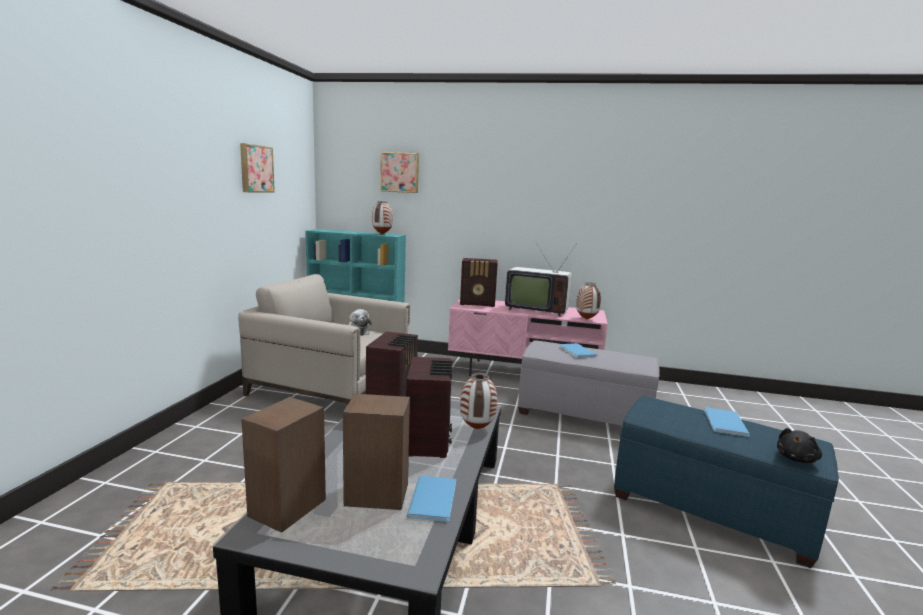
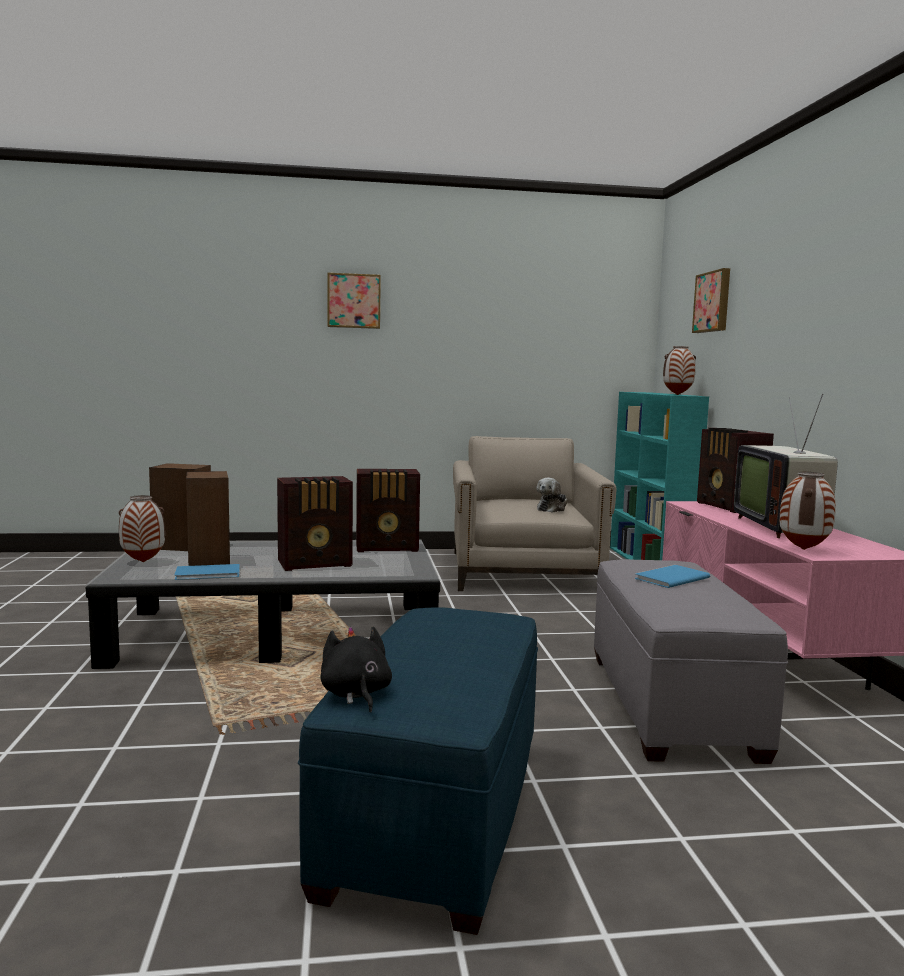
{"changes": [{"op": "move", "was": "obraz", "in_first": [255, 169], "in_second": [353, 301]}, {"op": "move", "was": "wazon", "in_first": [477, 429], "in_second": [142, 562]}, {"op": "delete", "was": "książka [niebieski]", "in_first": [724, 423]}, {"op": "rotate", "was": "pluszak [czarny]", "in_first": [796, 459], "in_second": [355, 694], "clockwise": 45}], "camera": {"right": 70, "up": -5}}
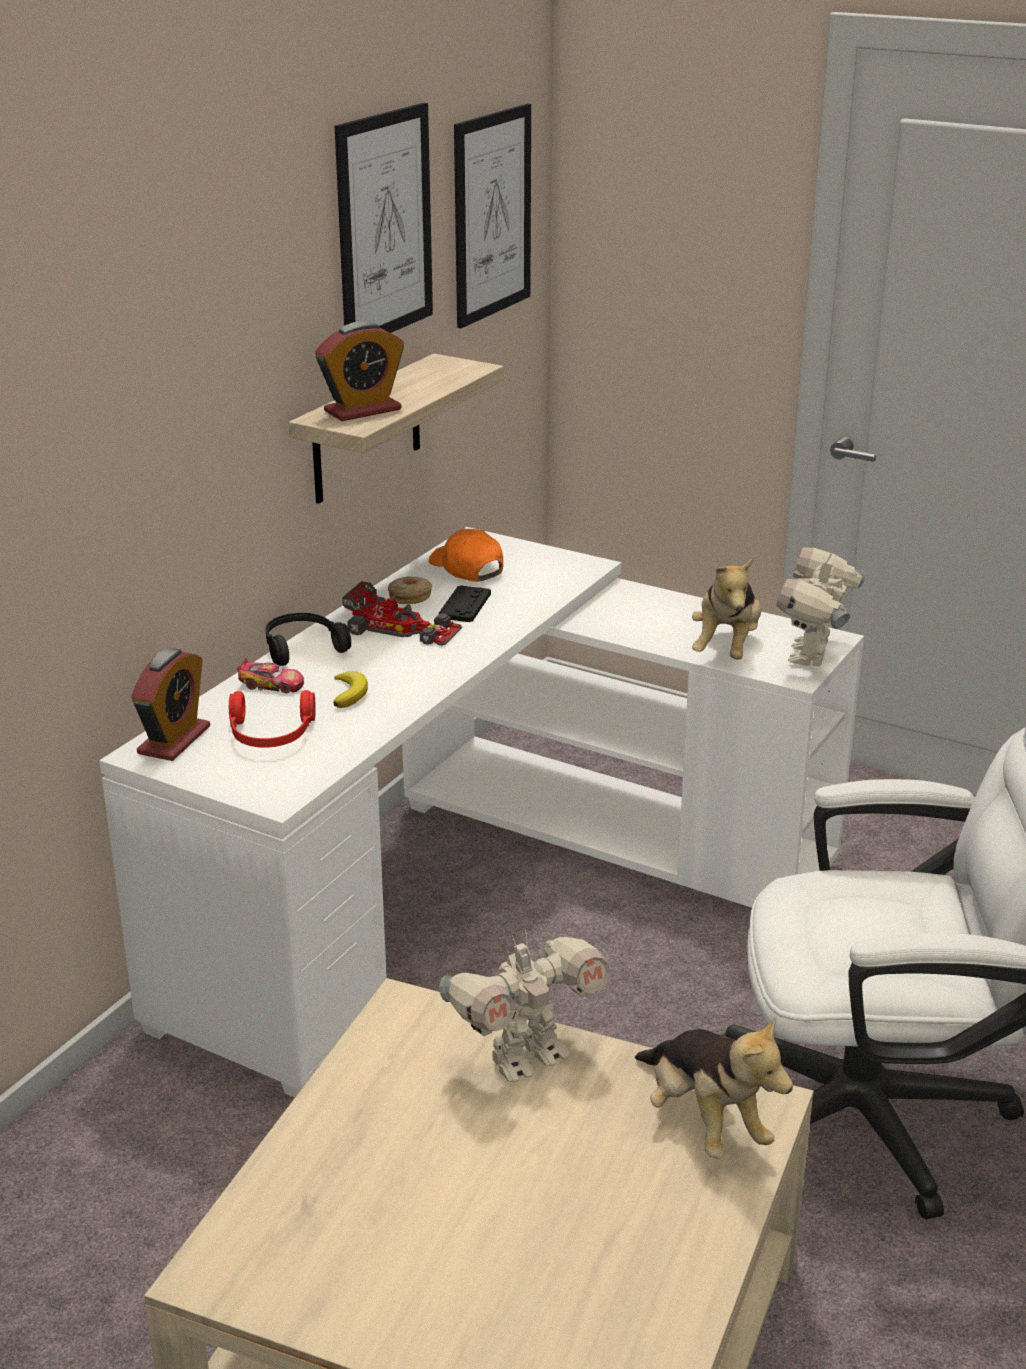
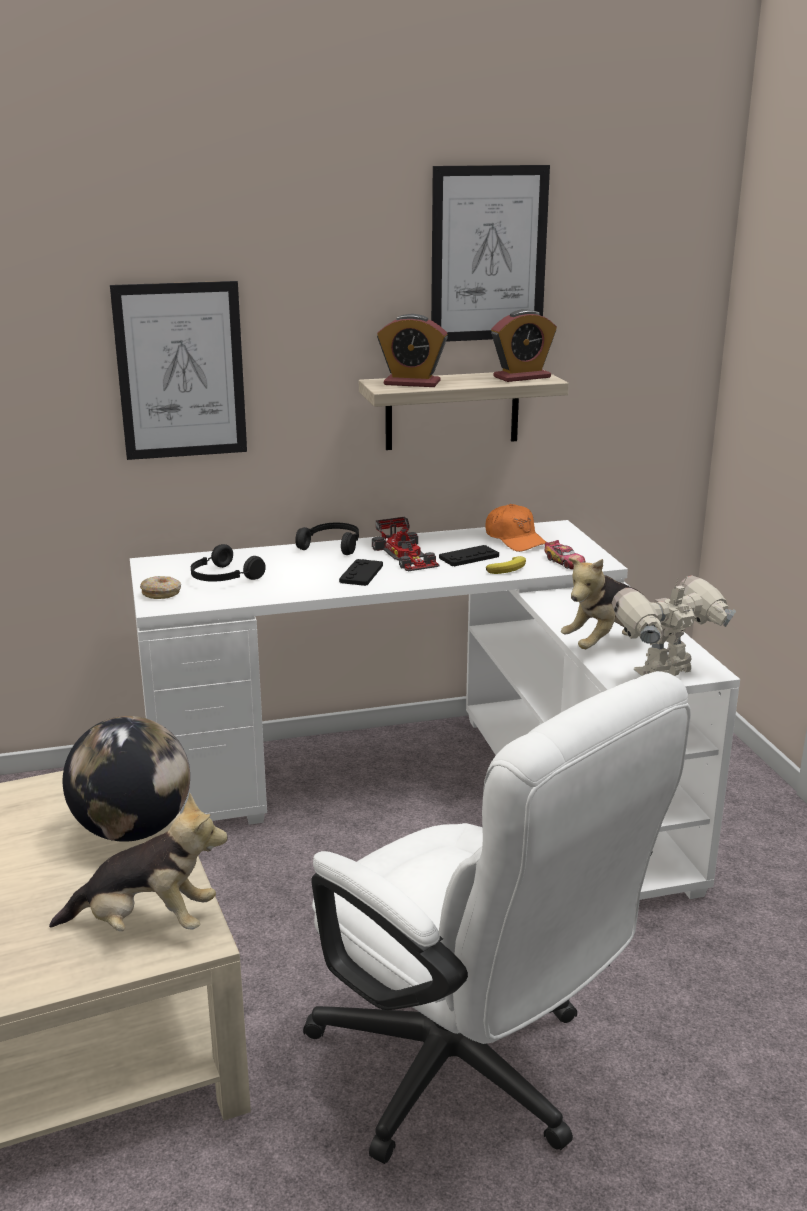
{"changes": [{"op": "move", "was": "obraz", "in_first": [492, 215], "in_second": [181, 371]}, {"op": "rotate", "was": "czapka z daszkiem [pomarańczowy]", "in_first": [466, 568], "in_second": [515, 540], "clockwise": 135}, {"op": "move", "was": "donut", "in_first": [410, 597], "in_second": [161, 593]}, {"op": "move", "was": "budzik", "in_first": [174, 740], "in_second": [522, 377]}, {"op": "move", "was": "samochodzik", "in_first": [272, 685], "in_second": [565, 562]}, {"op": "move", "was": "banan", "in_first": [349, 693], "in_second": [508, 568]}, {"op": "recolor", "was": "słuchawki [czerwony]", "now": "słuchawki [czarny]", "in_first": [270, 735], "in_second": [223, 578]}, {"op": "replace", "was": "robot zabawkowy", "now": "globus", "in_first": [525, 1057], "in_second": [133, 830]}, {"op": "rotate", "was": "pluszak", "in_first": [704, 1121], "in_second": [146, 924], "clockwise": -105}, {"op": "insert", "now": "pad do gier [czarny]", "in_second": [361, 574]}], "camera": {"right": 45, "up": -5}}
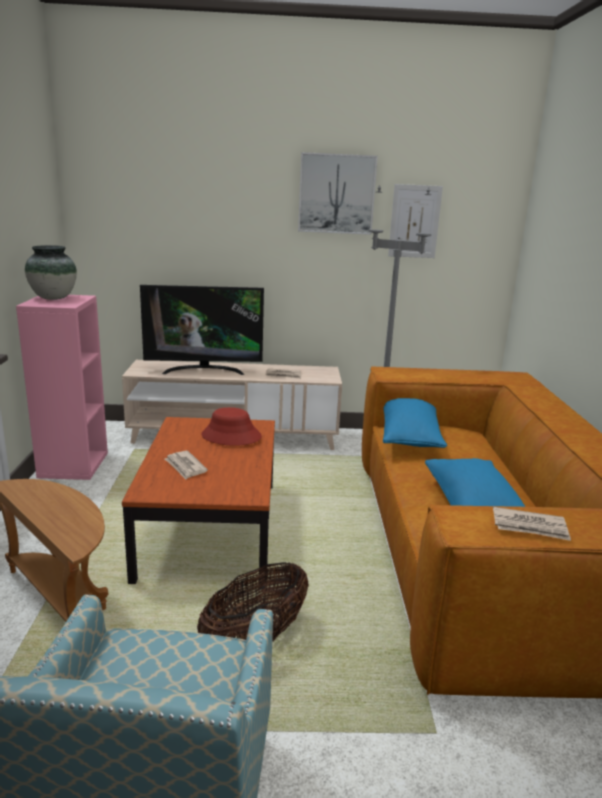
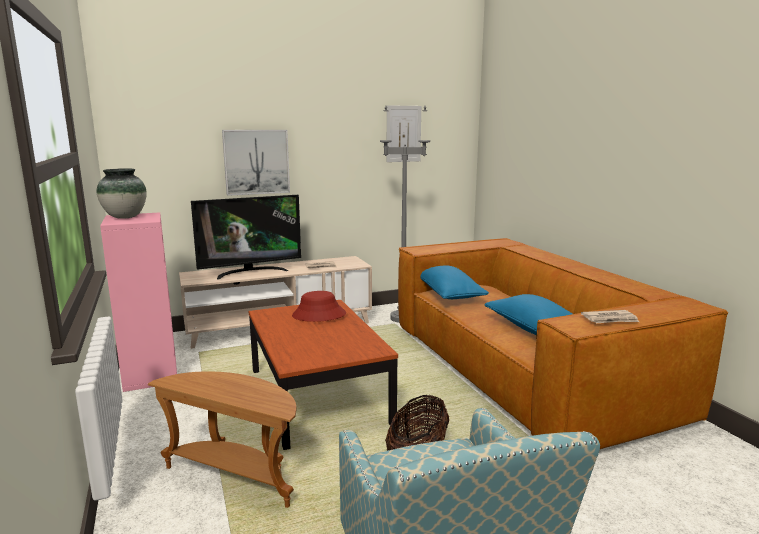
{"changes": [{"op": "move", "was": "obraz", "in_first": [336, 194], "in_second": [256, 162]}, {"op": "delete", "was": "gazeta", "in_first": [185, 467]}], "camera": {"right": -20, "up": -5}}
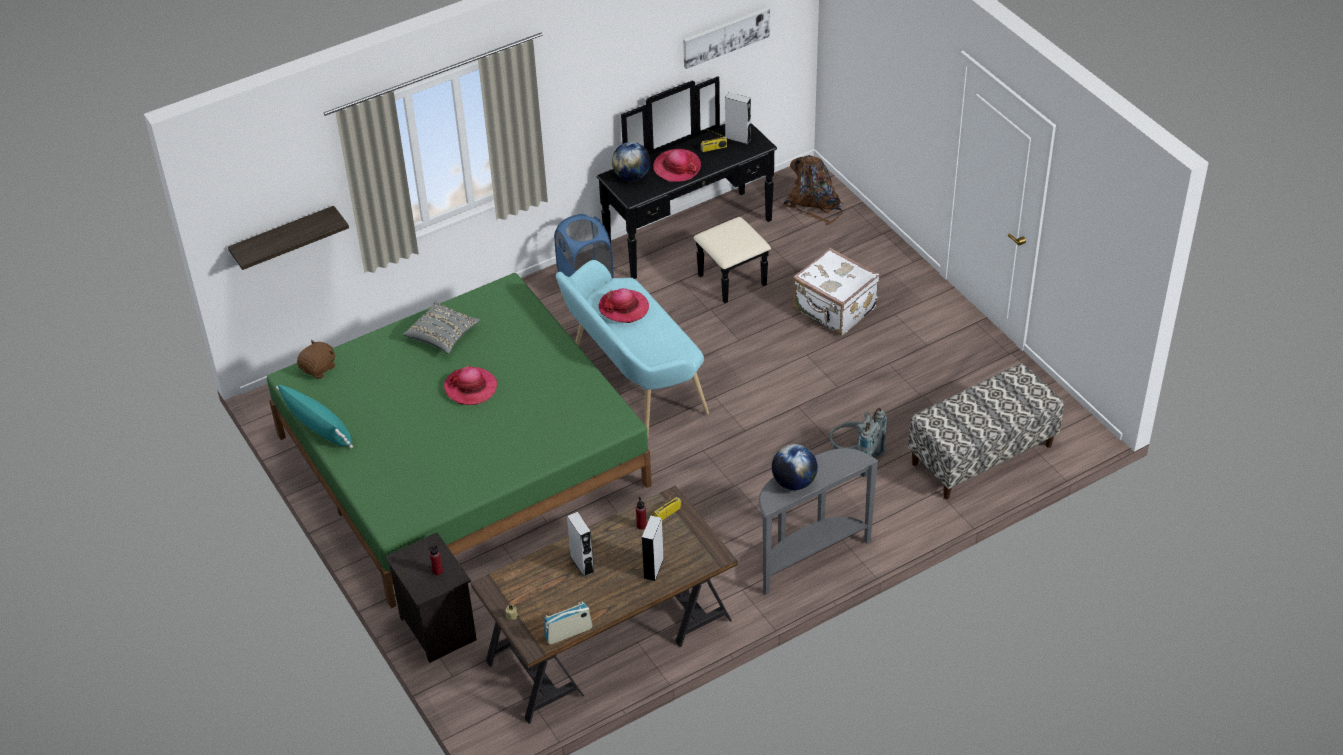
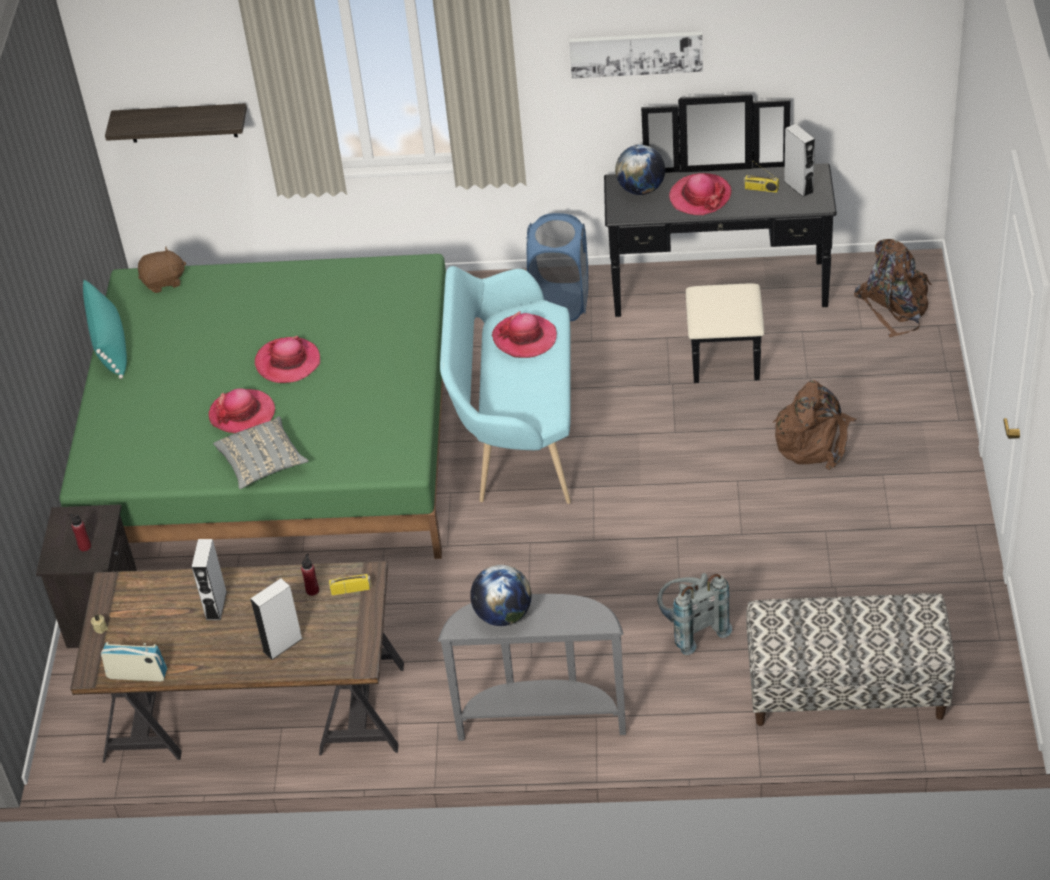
{"changes": [{"op": "move", "was": "obraz", "in_first": [725, 36], "in_second": [636, 53]}, {"op": "replace", "was": "walizka [biały]", "now": "plecak [brązowy]", "in_first": [834, 310], "in_second": [814, 440]}, {"op": "move", "was": "poduszka [szary]", "in_first": [443, 336], "in_second": [262, 463]}, {"op": "insert", "now": "kapelusz", "in_second": [242, 414]}], "camera": {"right": 35, "up": 0}}
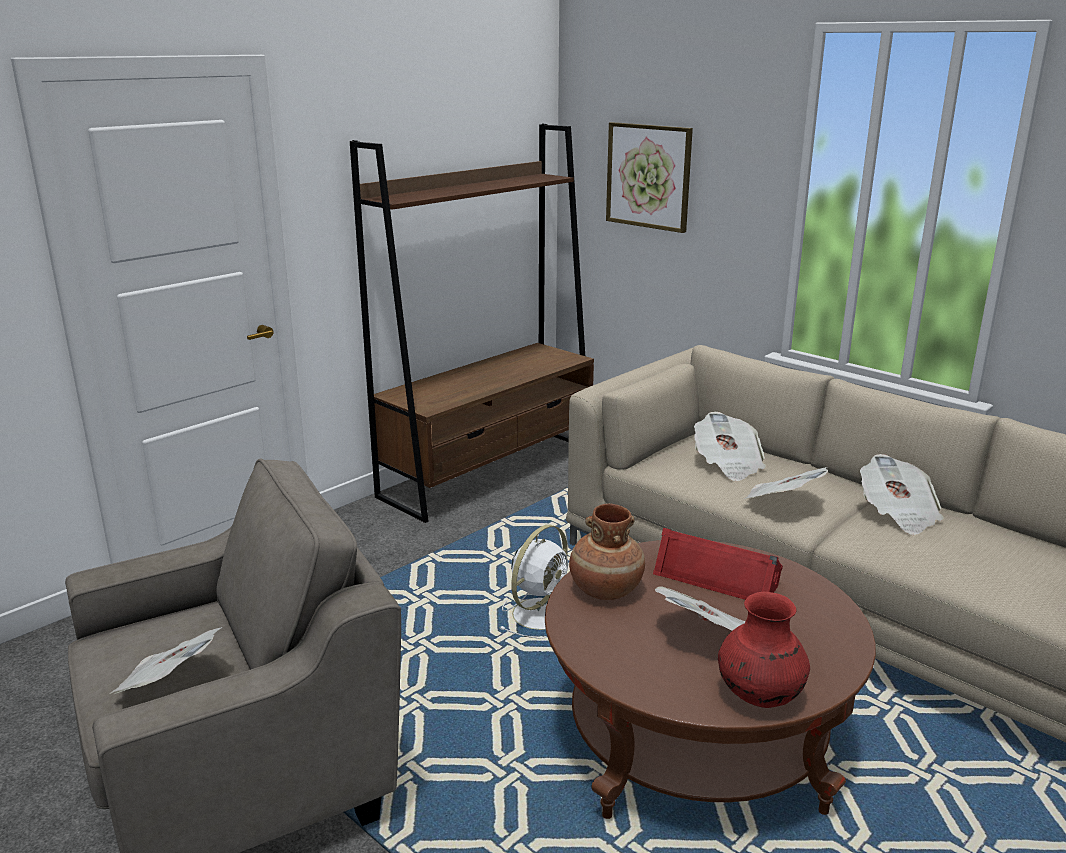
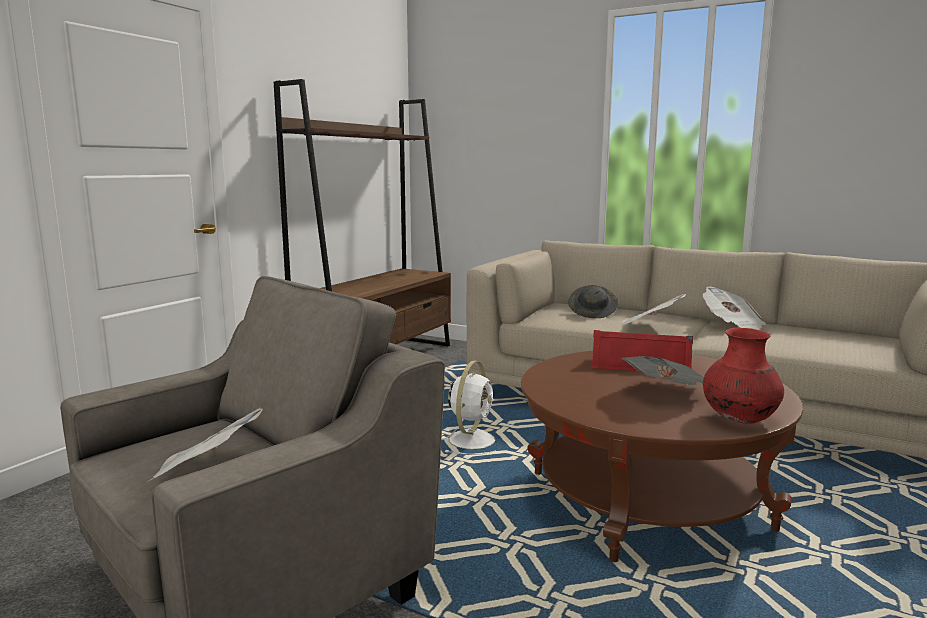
{"changes": [{"op": "delete", "was": "obraz", "in_first": [648, 176]}, {"op": "replace", "was": "gazeta", "now": "kapelusz [szary]", "in_first": [728, 465], "in_second": [593, 313]}, {"op": "delete", "was": "wazon [brązowy]", "in_first": [605, 589]}], "camera": {"right": -15, "up": -10}}
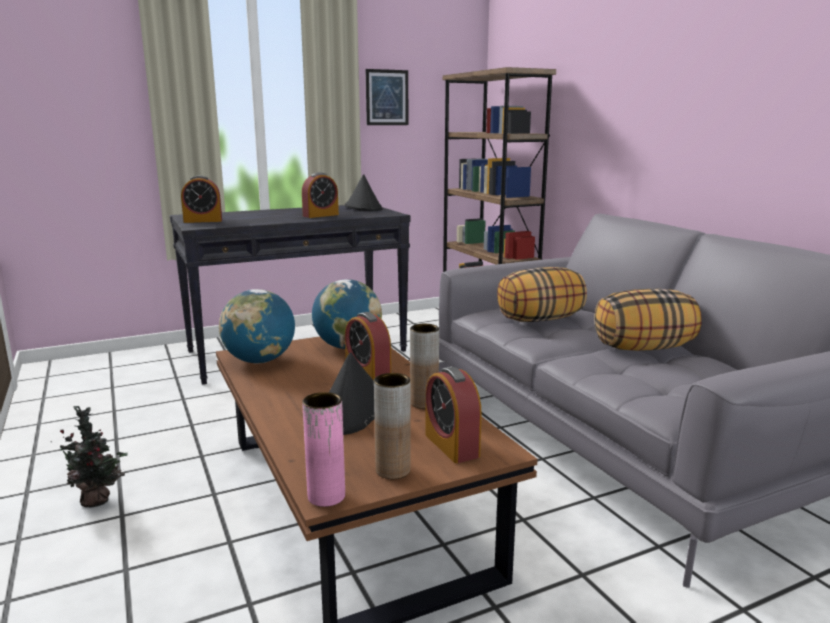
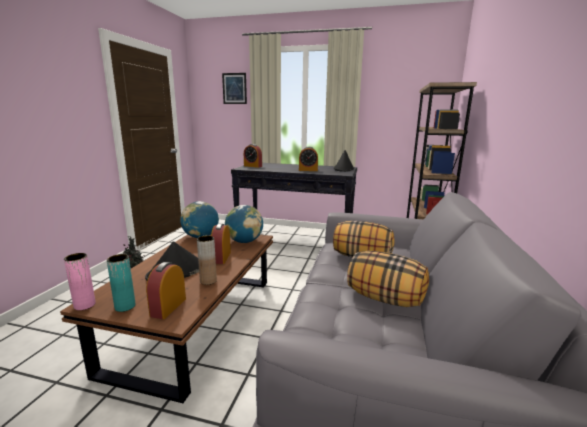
{"changes": [{"op": "move", "was": "obraz", "in_first": [387, 97], "in_second": [234, 88]}, {"op": "recolor", "was": "wazon [brązowy]", "now": "wazon [turkusowy]", "in_first": [393, 470], "in_second": [125, 306]}], "camera": {"right": 40, "up": 0}}
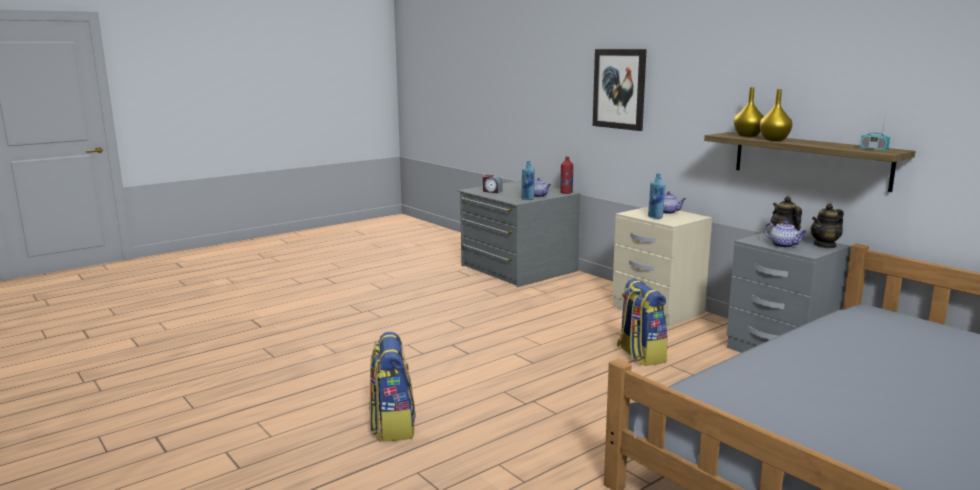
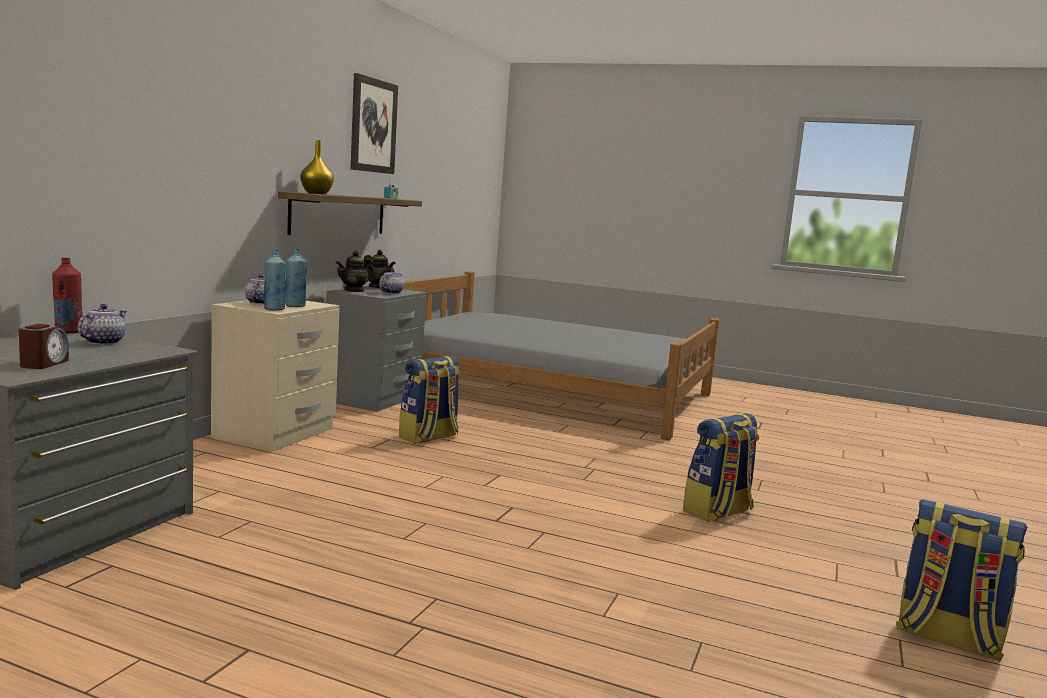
{"changes": [{"op": "move", "was": "obraz", "in_first": [619, 89], "in_second": [373, 126]}, {"op": "delete", "was": "wazon [żółty]", "in_first": [773, 139]}, {"op": "move", "was": "butelka [niebieski]", "in_first": [527, 199], "in_second": [274, 309]}, {"op": "insert", "now": "plecak", "in_second": [947, 638]}], "camera": {"right": -120, "up": -5}}
